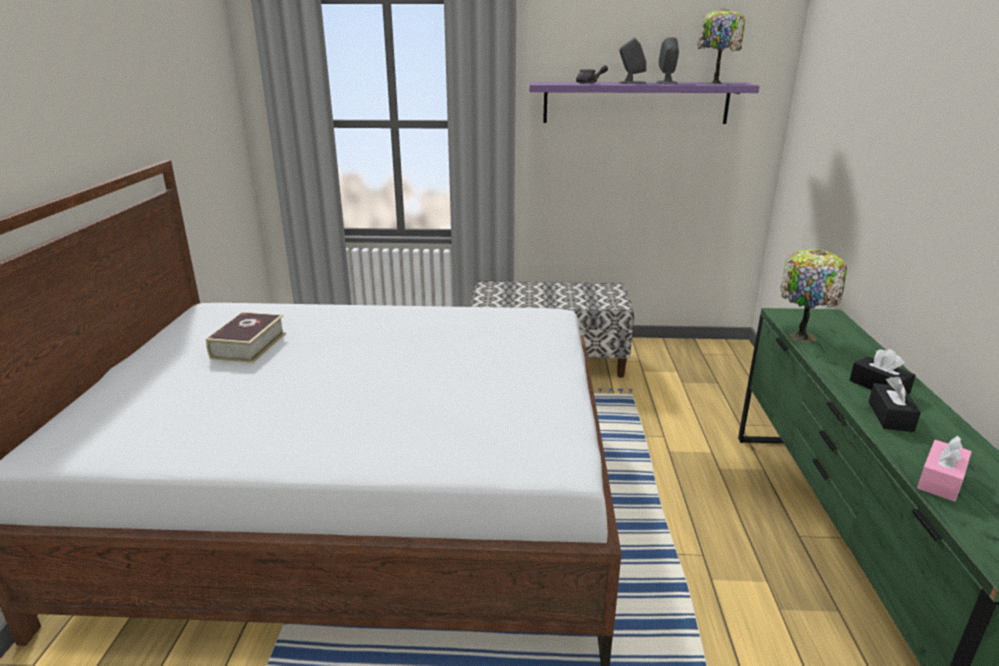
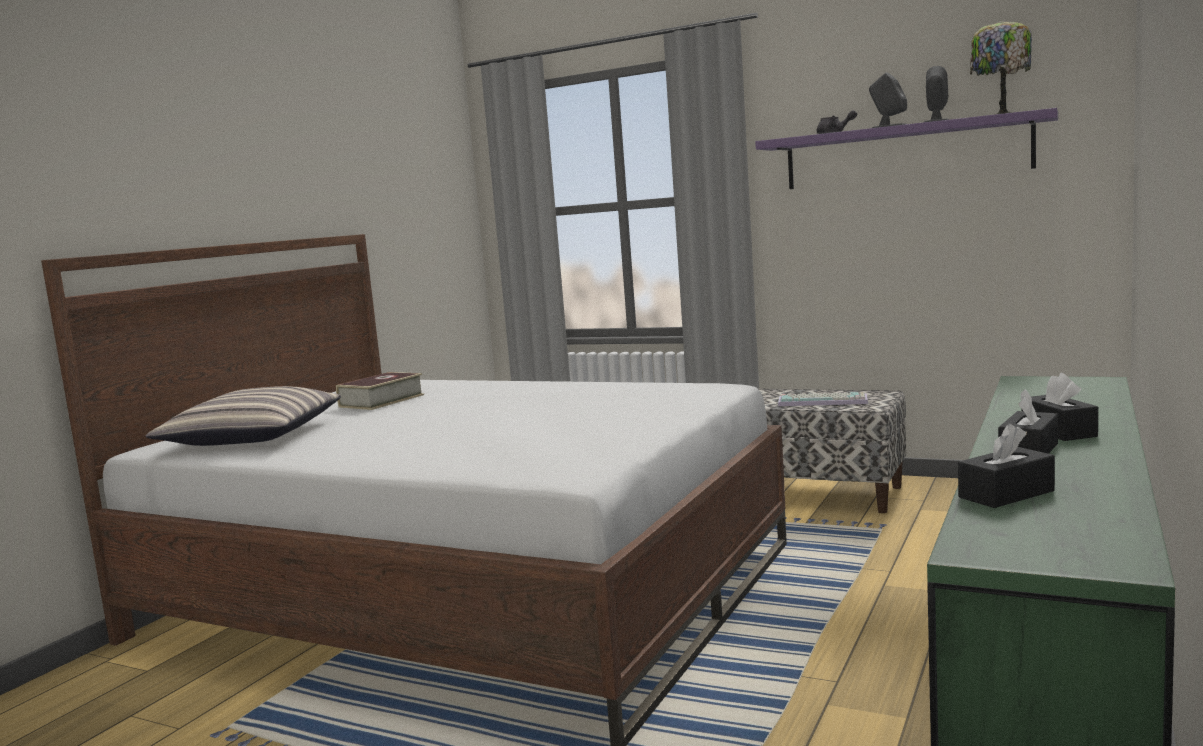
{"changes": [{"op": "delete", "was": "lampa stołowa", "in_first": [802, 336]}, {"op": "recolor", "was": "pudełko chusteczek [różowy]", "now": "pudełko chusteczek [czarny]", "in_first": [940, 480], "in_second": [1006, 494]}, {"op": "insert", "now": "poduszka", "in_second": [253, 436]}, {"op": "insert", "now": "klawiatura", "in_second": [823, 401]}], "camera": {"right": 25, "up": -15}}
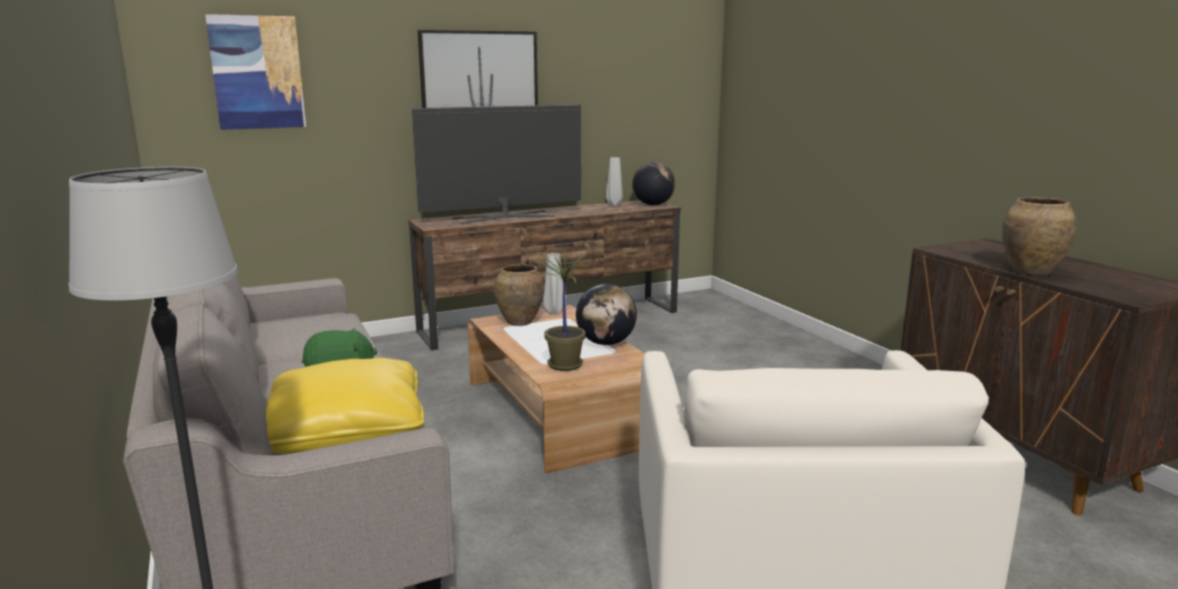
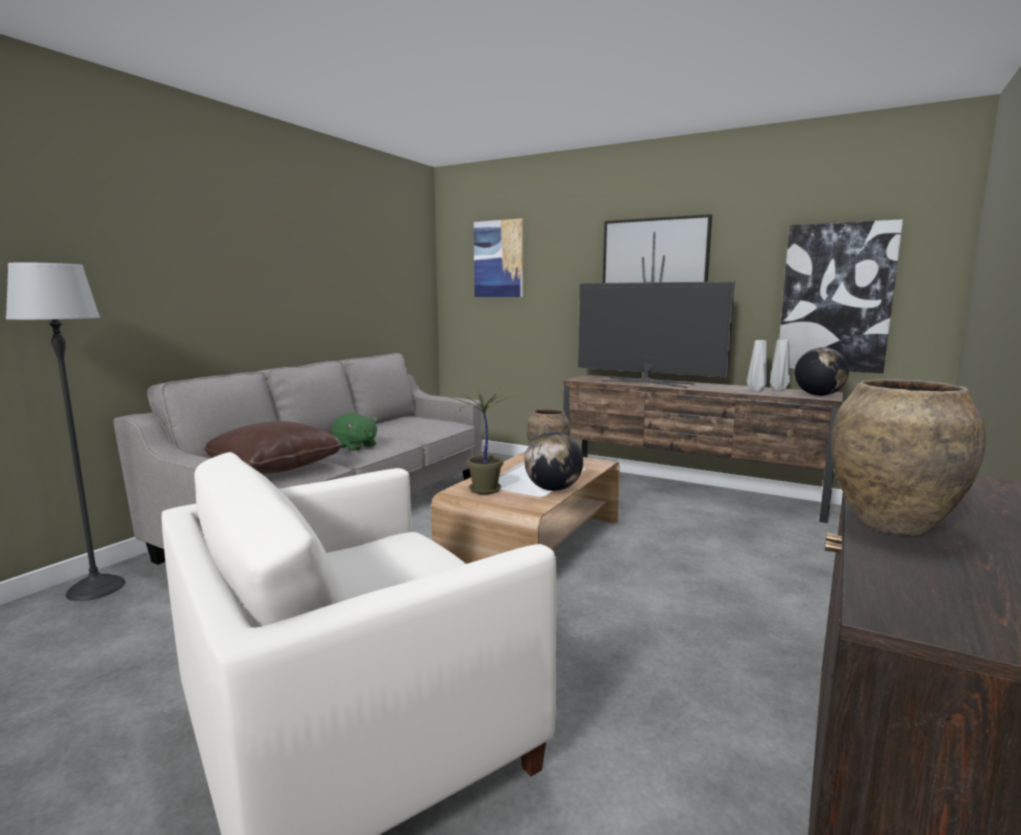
{"changes": [{"op": "move", "was": "wazon [szary]", "in_first": [554, 312], "in_second": [757, 391]}, {"op": "recolor", "was": "poduszka [żółty]", "now": "poduszka [brązowy]", "in_first": [347, 432], "in_second": [275, 467]}, {"op": "insert", "now": "obraz", "in_second": [835, 298]}], "camera": {"right": 55, "up": -5}}
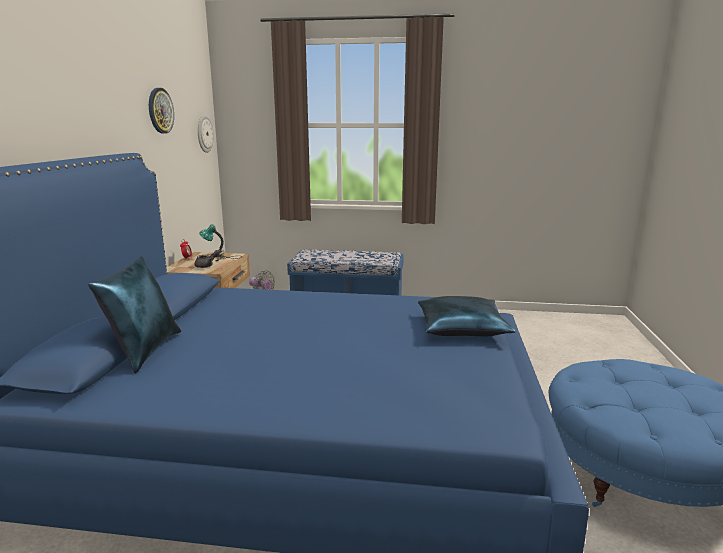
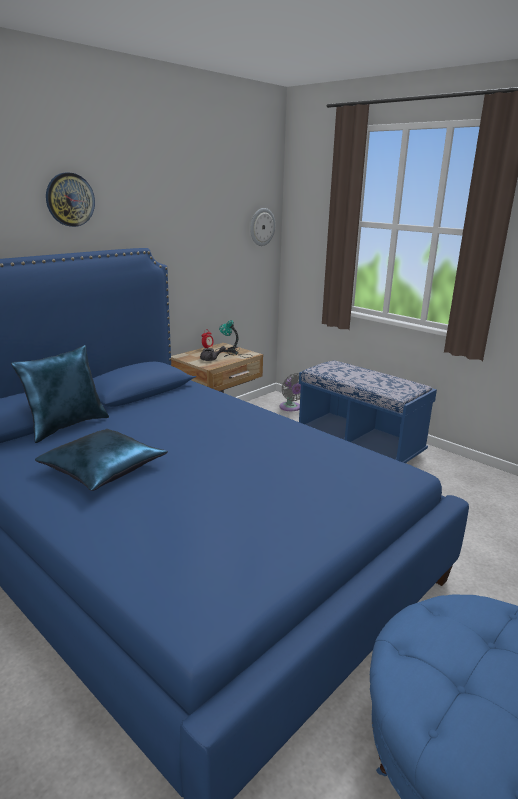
{"changes": [{"op": "move", "was": "zegar ścienny", "in_first": [160, 110], "in_second": [70, 199]}, {"op": "move", "was": "poduszka [niebieski]", "in_first": [461, 327], "in_second": [103, 469]}], "camera": {"right": 35, "up": 5}}
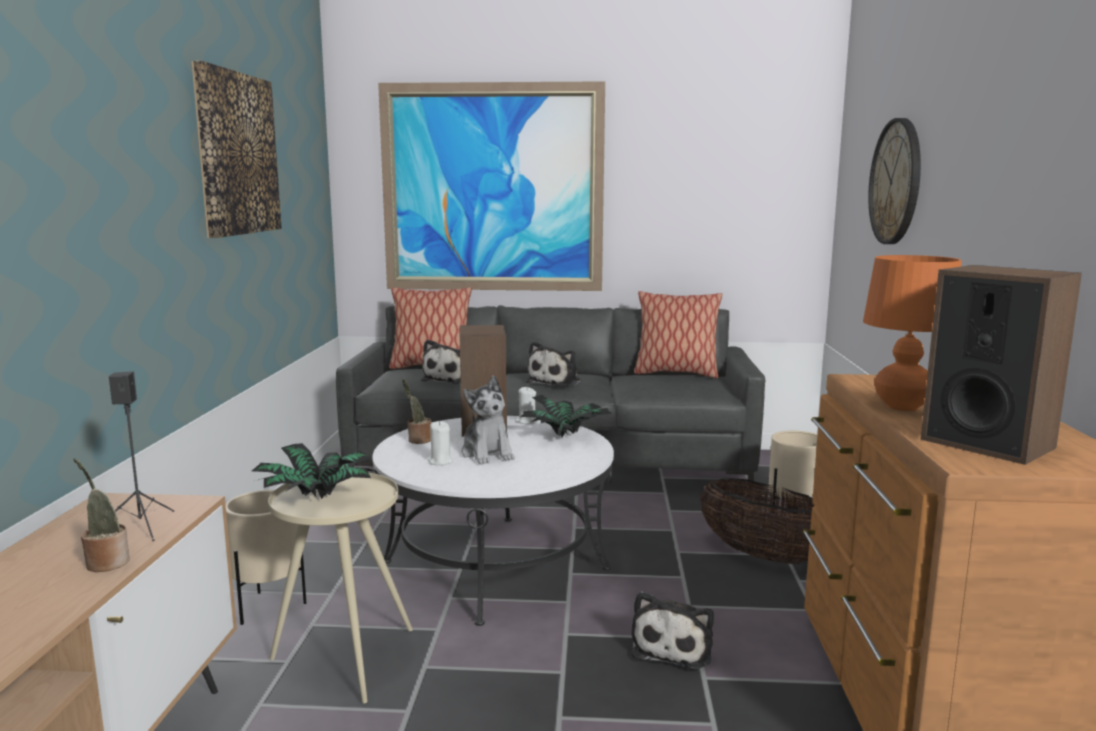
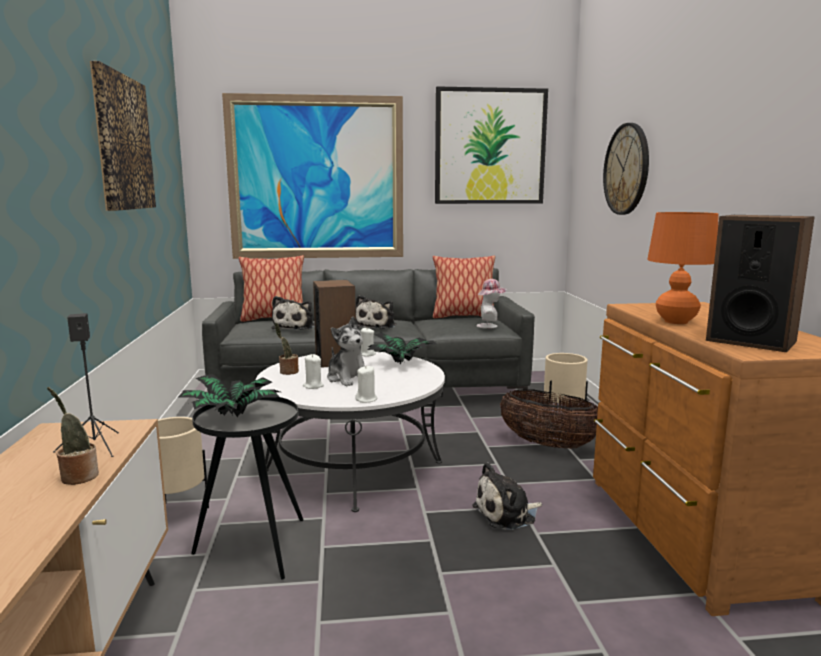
{"changes": [{"op": "recolor", "was": "stolik [beżowy]", "now": "stolik [czarny]", "in_first": [344, 660], "in_second": [255, 548]}, {"op": "rotate", "was": "pluszak", "in_first": [673, 647], "in_second": [507, 514], "clockwise": 60}, {"op": "insert", "now": "obraz", "in_second": [490, 147]}, {"op": "insert", "now": "kapelusz", "in_second": [490, 326]}, {"op": "insert", "now": "świeca [biały]", "in_second": [366, 399]}], "camera": {"right": -10, "up": 0}}
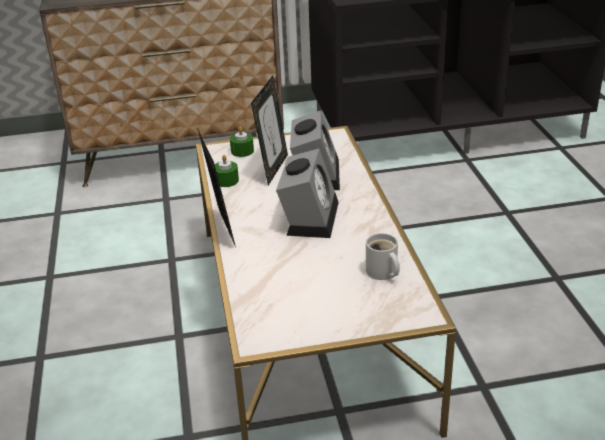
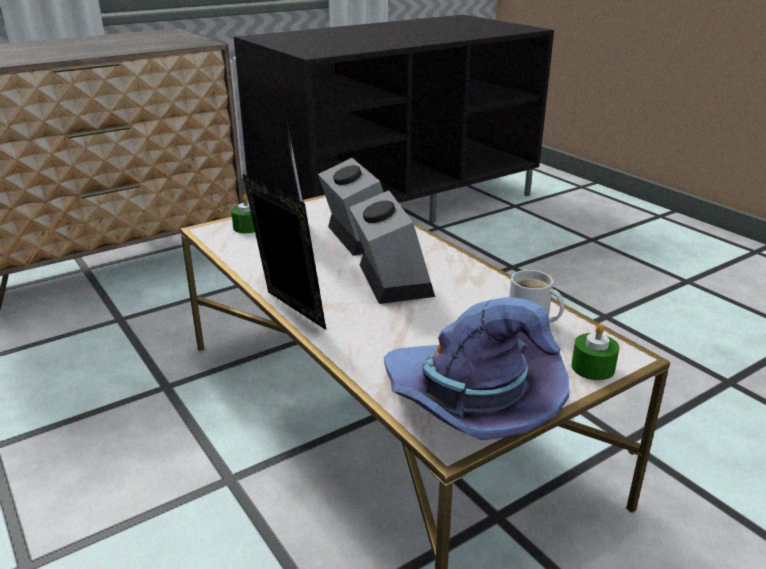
{"changes": [{"op": "move", "was": "świeca [zielony]", "in_first": [226, 180], "in_second": [593, 367]}, {"op": "insert", "now": "kapelusz [fioletowy]", "in_second": [469, 403]}], "camera": {"right": -25, "up": -5}}
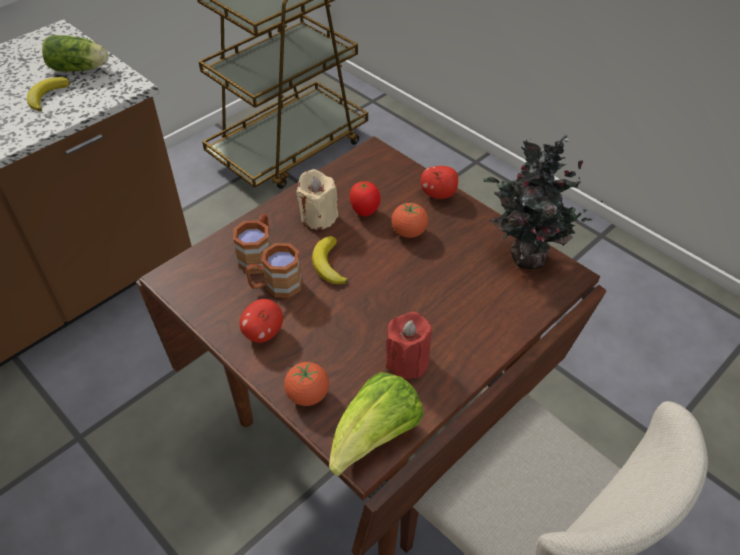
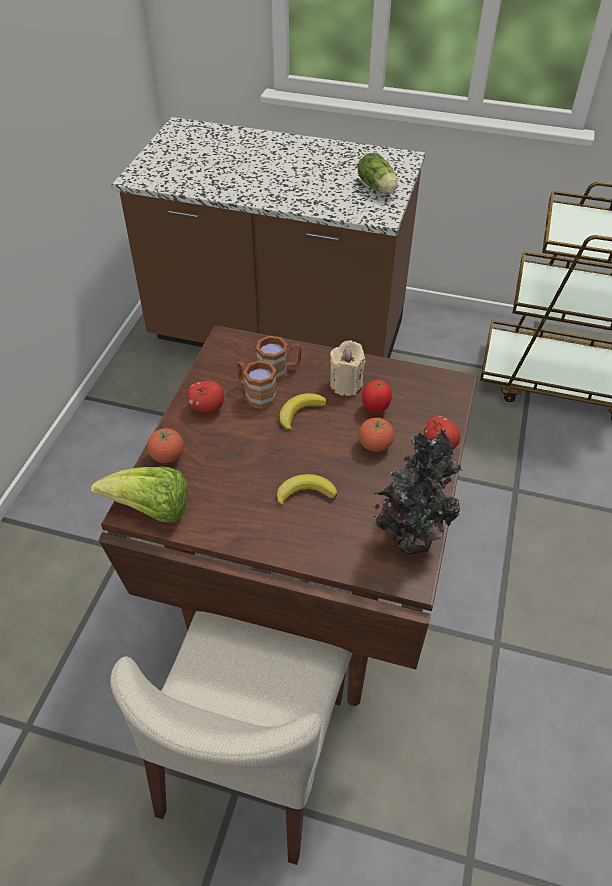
{"changes": [{"op": "move", "was": "banan", "in_first": [47, 96], "in_second": [305, 493]}, {"op": "delete", "was": "świeca [czerwony]", "in_first": [407, 361]}], "camera": {"right": 60, "up": 0}}
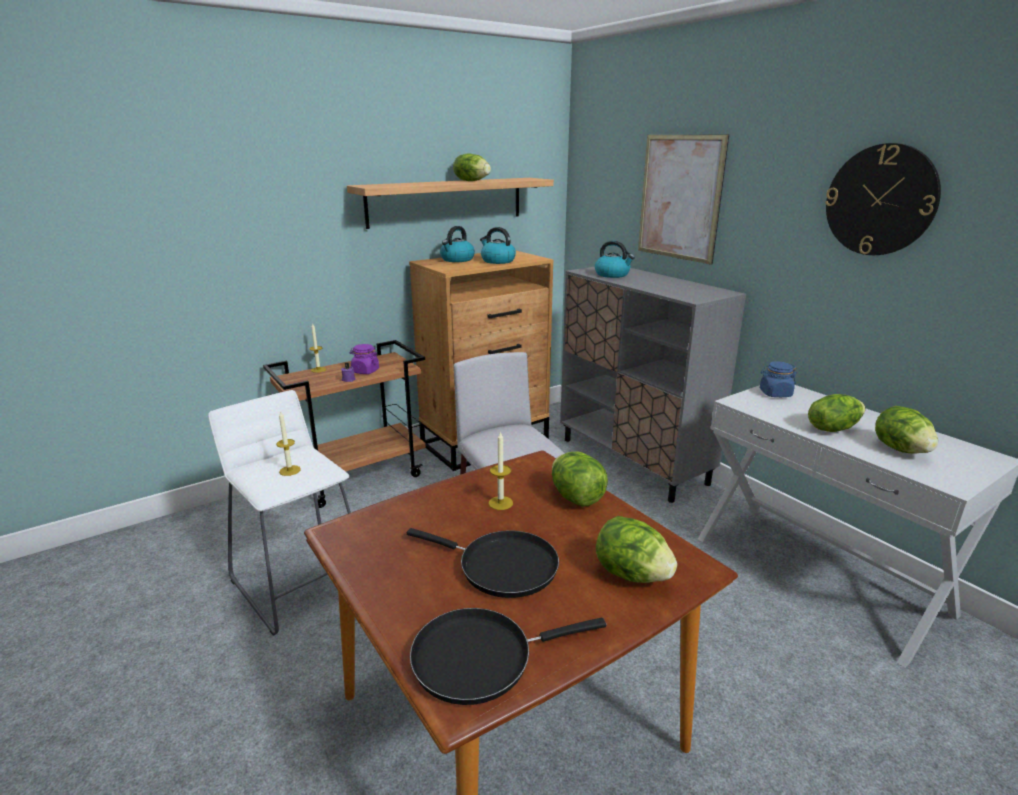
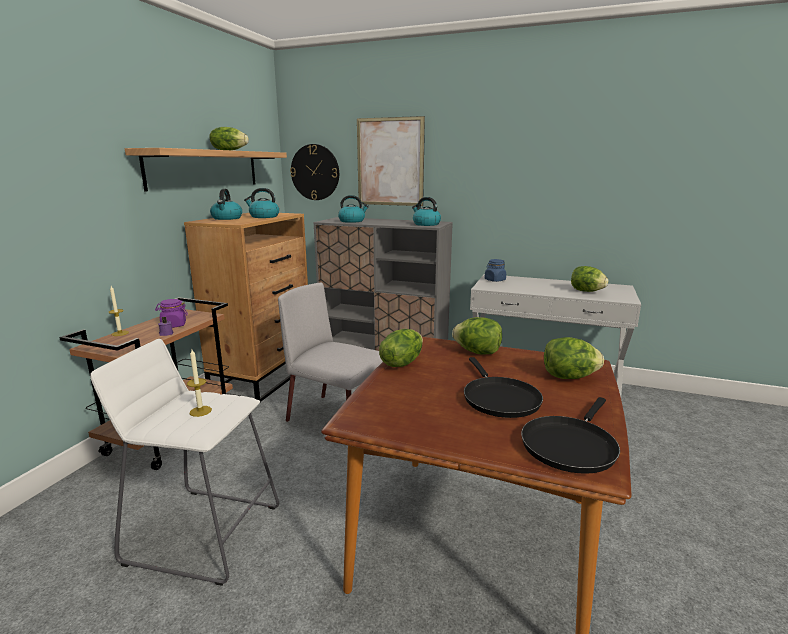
{"changes": [{"op": "move", "was": "zegar ścienny", "in_first": [880, 200], "in_second": [315, 172]}, {"op": "move", "was": "sałata", "in_first": [832, 428], "in_second": [401, 362]}, {"op": "delete", "was": "świeca", "in_first": [500, 503]}, {"op": "rotate", "was": "patelnia [czarny]", "in_first": [501, 567], "in_second": [499, 398], "clockwise": 90}, {"op": "insert", "now": "czajnik", "in_second": [426, 224]}], "camera": {"right": -35, "up": -5}}
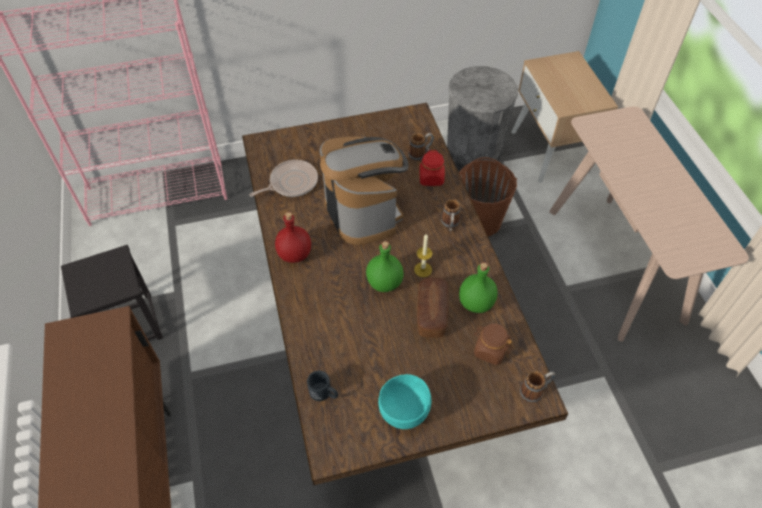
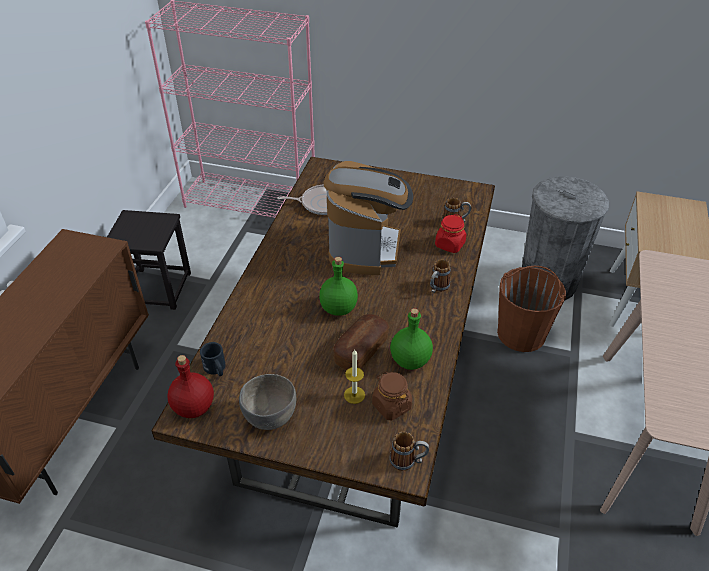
{"changes": [{"op": "move", "was": "butelka [czerwony]", "in_first": [295, 254], "in_second": [194, 408]}, {"op": "move", "was": "świeca", "in_first": [423, 269], "in_second": [354, 395]}, {"op": "recolor", "was": "miska [turkusowy]", "now": "miska [szary]", "in_first": [404, 412], "in_second": [270, 417]}], "camera": {"right": 30, "up": -10}}
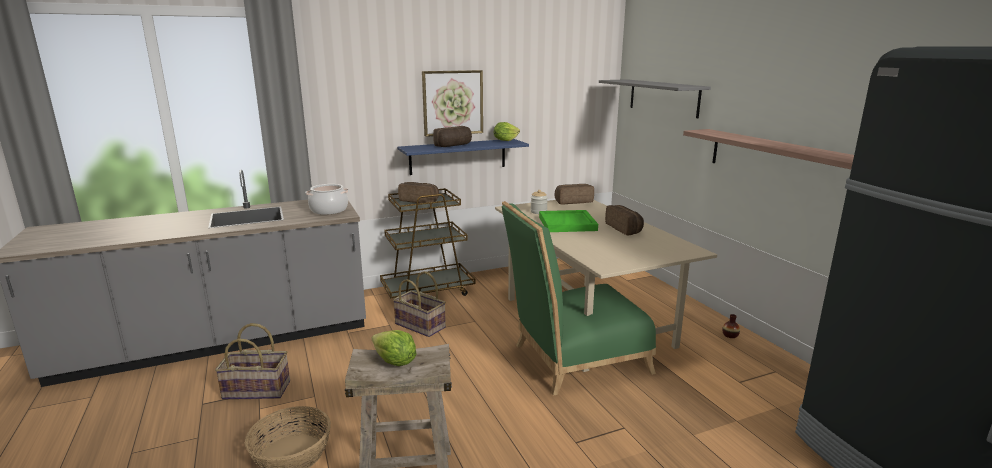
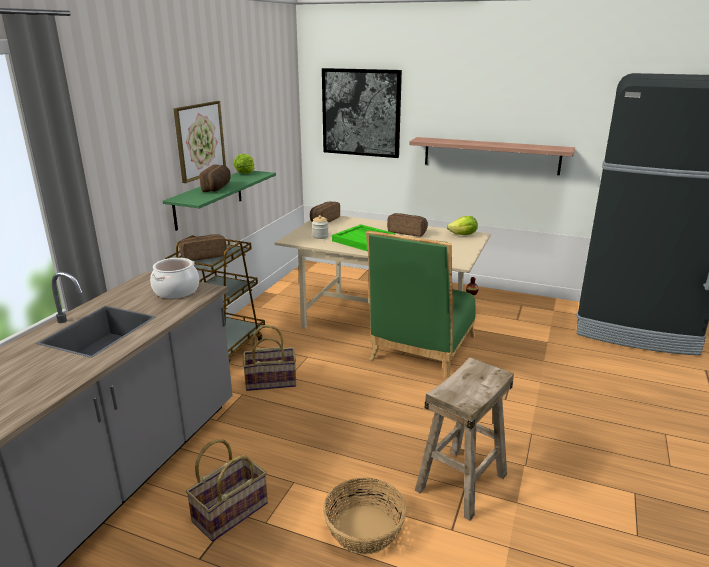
{"changes": [{"op": "replace", "was": "półka [szary]", "now": "obraz", "in_first": [663, 97], "in_second": [361, 112]}, {"op": "recolor", "was": "półka [niebieski]", "now": "półka [zielony]", "in_first": [458, 156], "in_second": [209, 199]}, {"op": "move", "was": "sałata", "in_first": [395, 362], "in_second": [463, 235]}], "camera": {"right": -45, "up": 5}}
